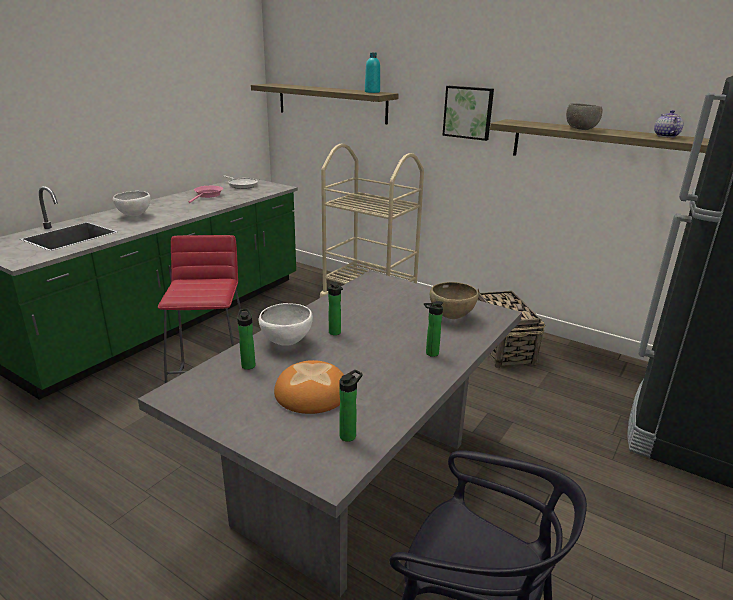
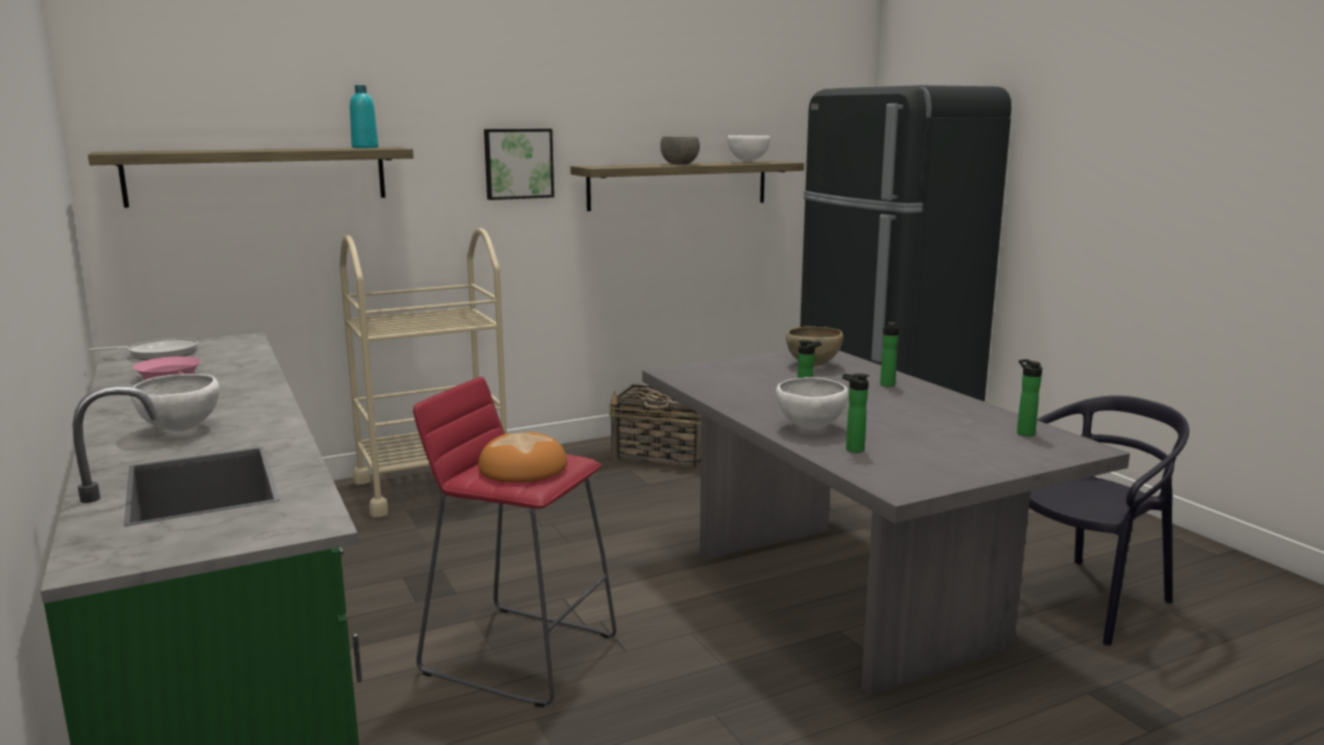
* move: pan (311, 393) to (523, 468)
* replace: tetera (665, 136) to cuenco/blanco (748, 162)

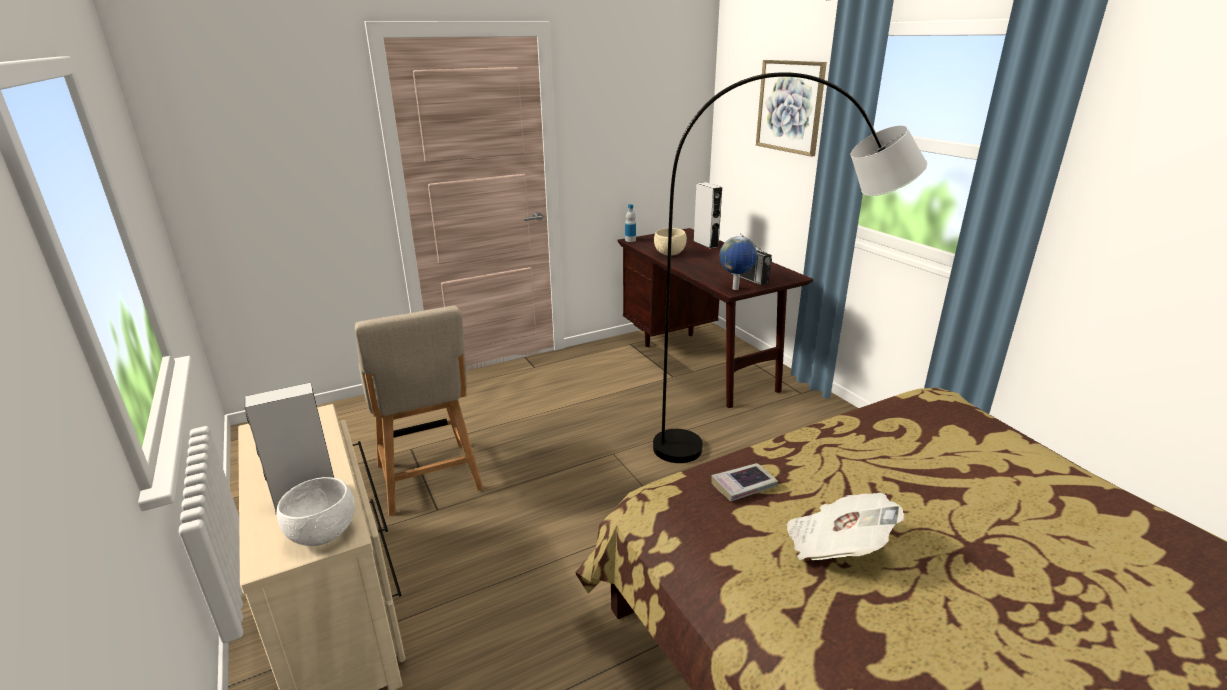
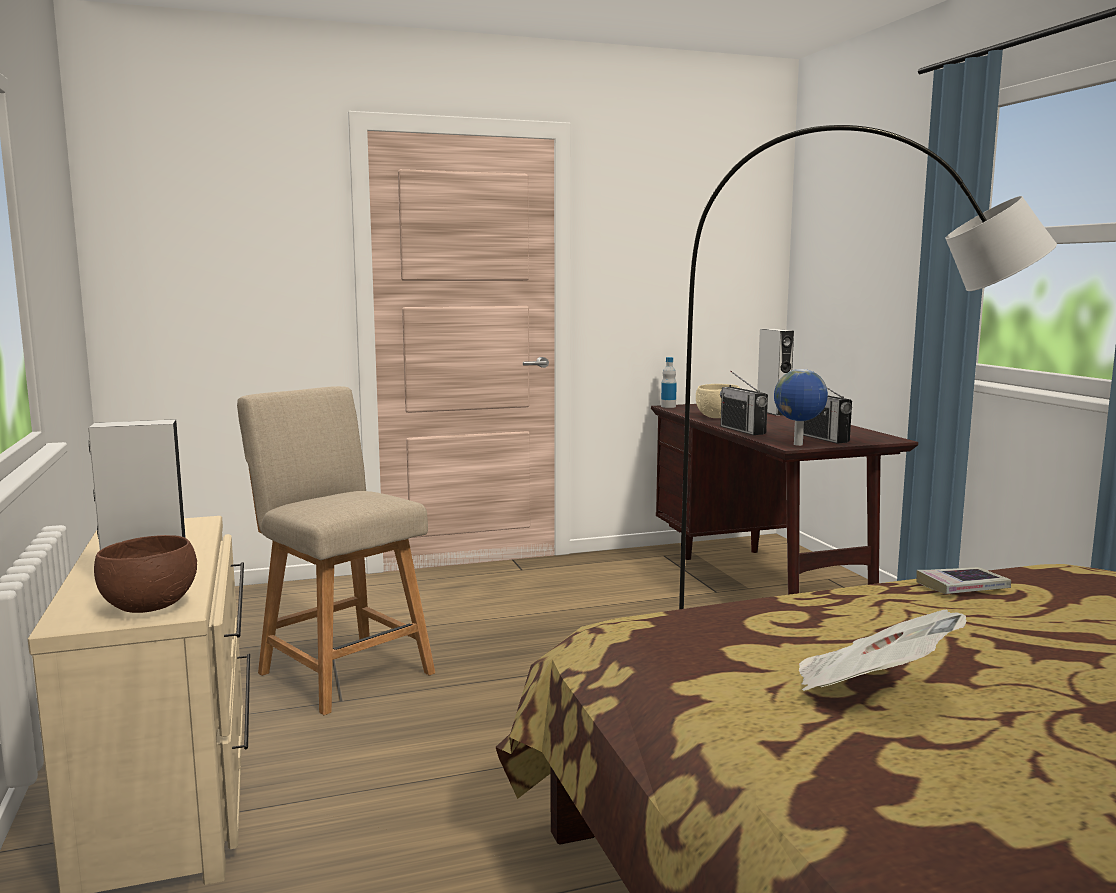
* delete: cuadro (790, 106)
* insert: radio (742, 430)
* move: libro (744, 486) to (962, 587)
* recolor: cuenco/blanco (323, 533) to cuenco/marrón (150, 607)
* rotate: silla/beis (430, 480) = (341, 670) 150 degrees clockwise

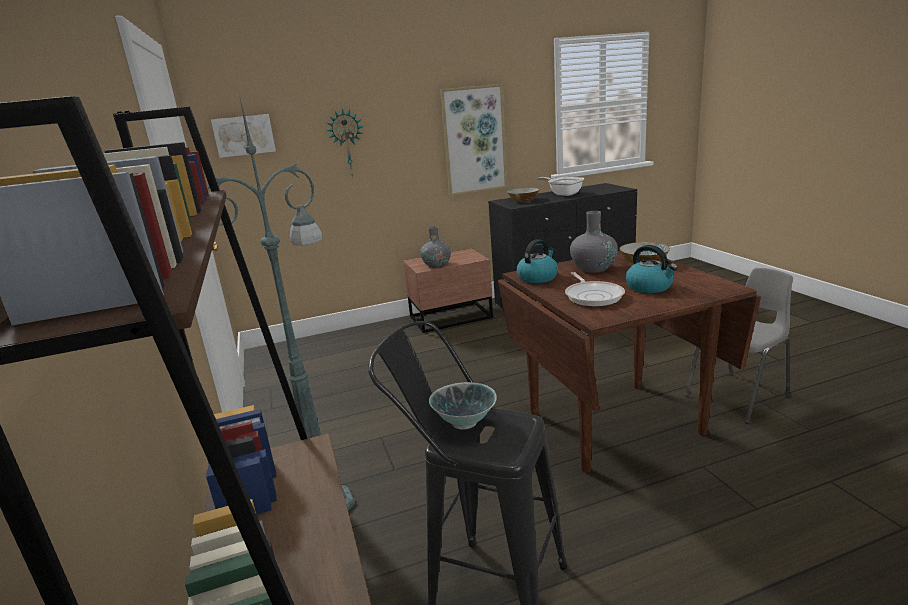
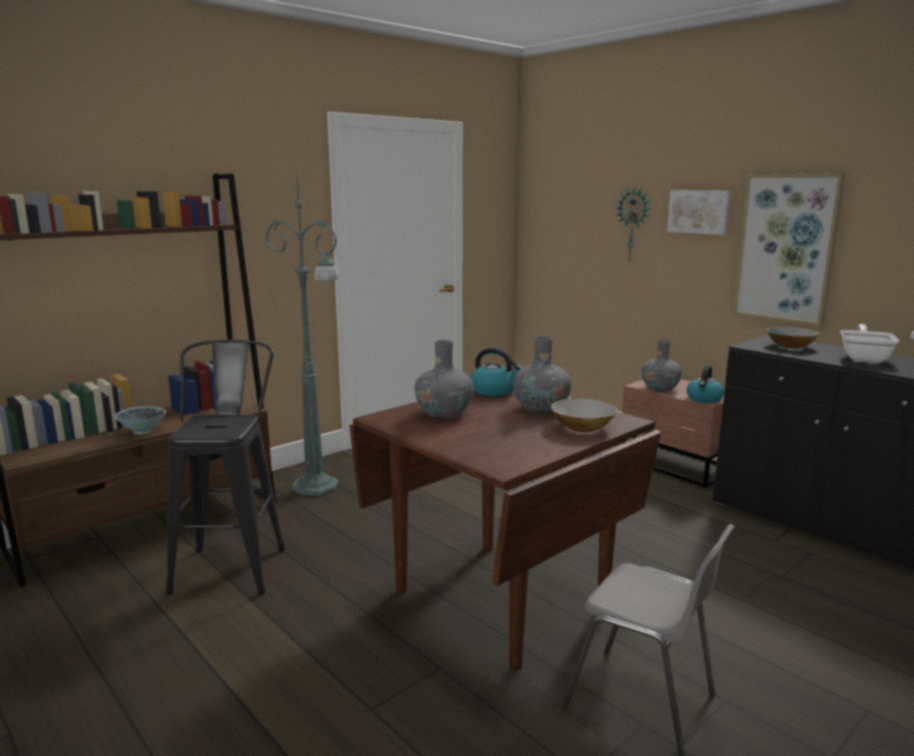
* move: cuadro (244, 135) to (699, 211)
* move: cuenco (465, 423) to (142, 432)
* move: hervidor (650, 287) to (704, 399)
* replace: sartén (593, 296) to florero/gris (444, 413)

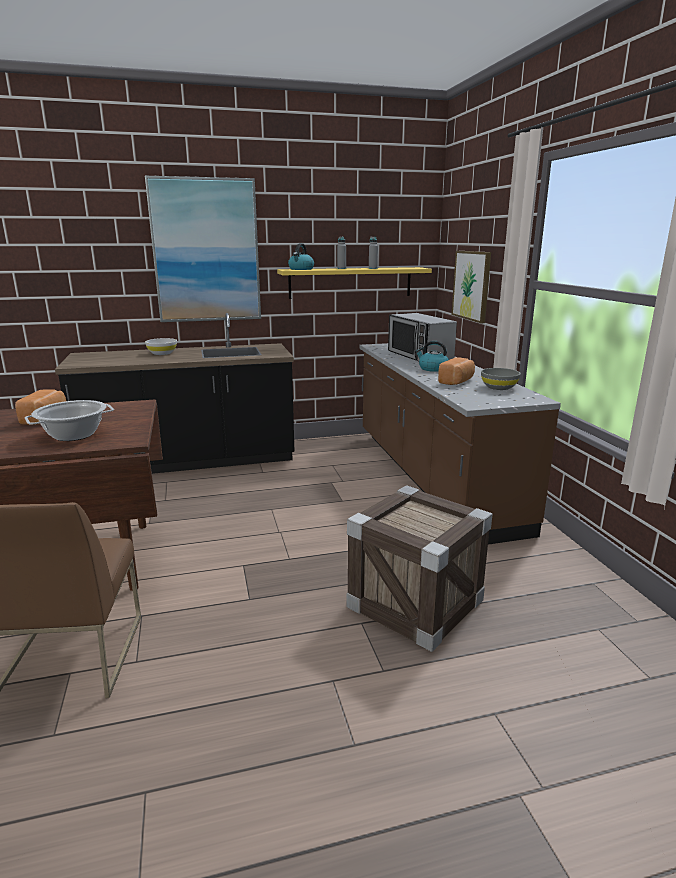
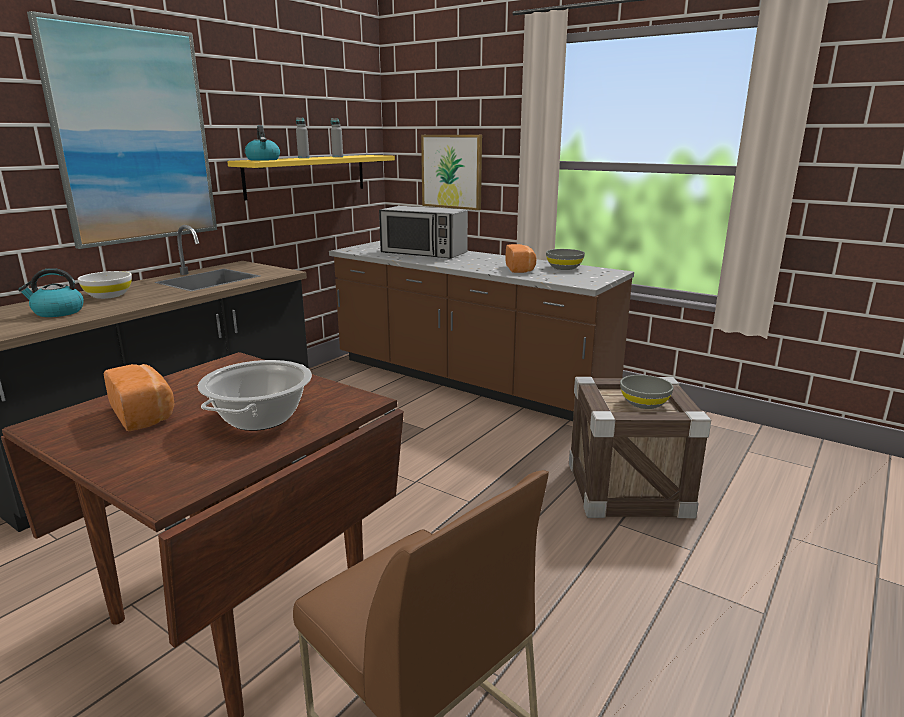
* insert: cuenco/gris (644, 403)
* move: hervidor (432, 369) to (57, 312)

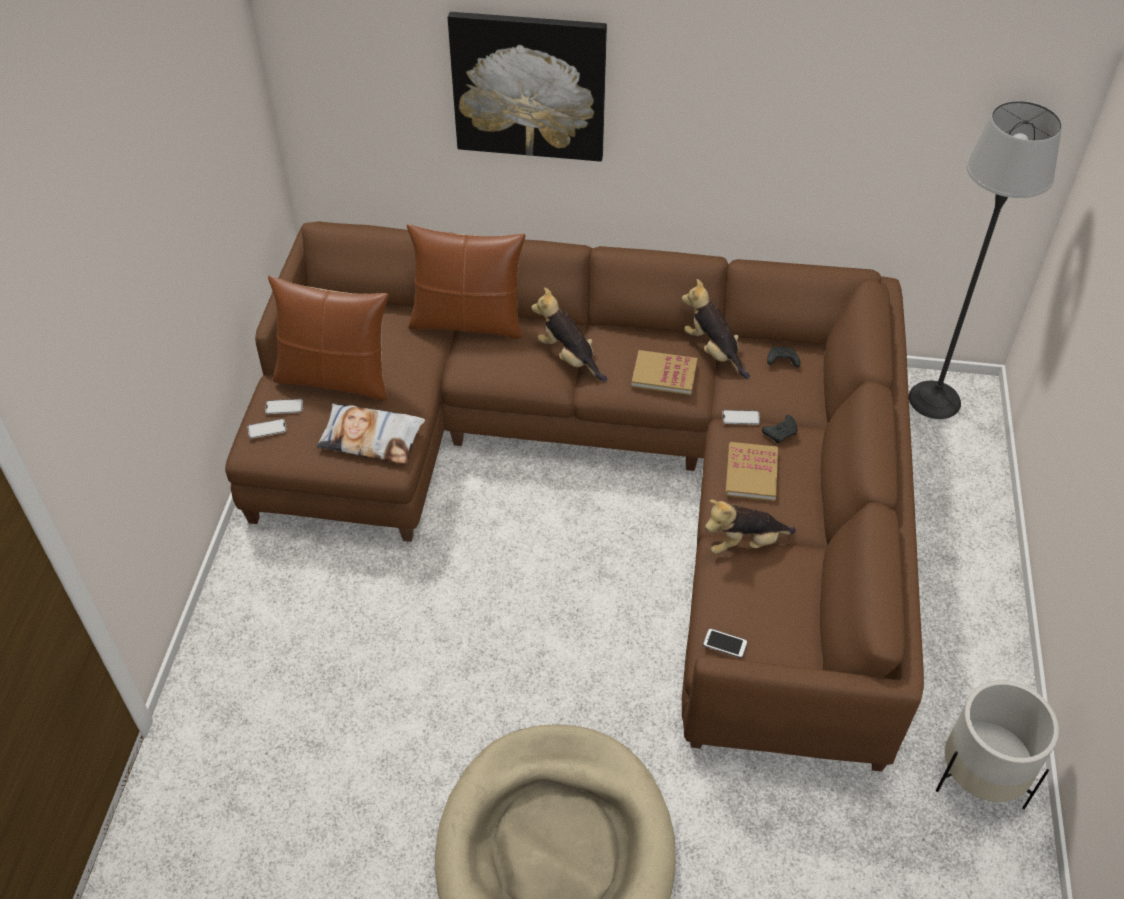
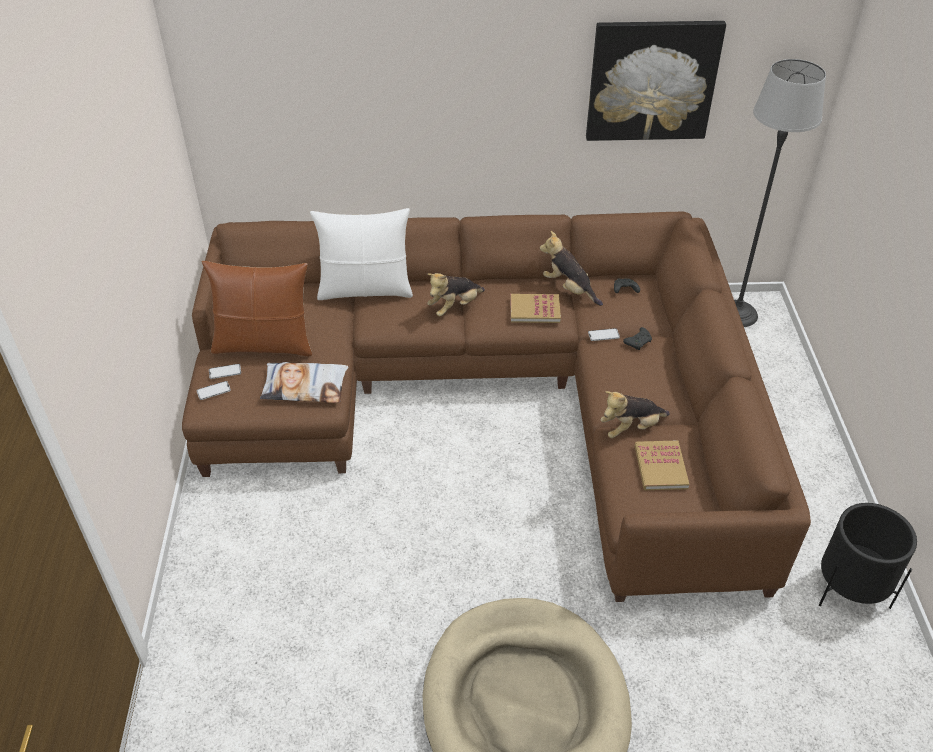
* delete: móvil (725, 643)
* move: cuadro (529, 86) to (652, 80)
* move: libro (751, 473) to (660, 467)
* recolor: cojín/marrón (468, 322) to cojín/blanco (365, 290)
* recolor: maceta/blanco (980, 777) to maceta/negro (850, 589)
* rotate: peluche (569, 357) = (455, 307) 75 degrees counterclockwise

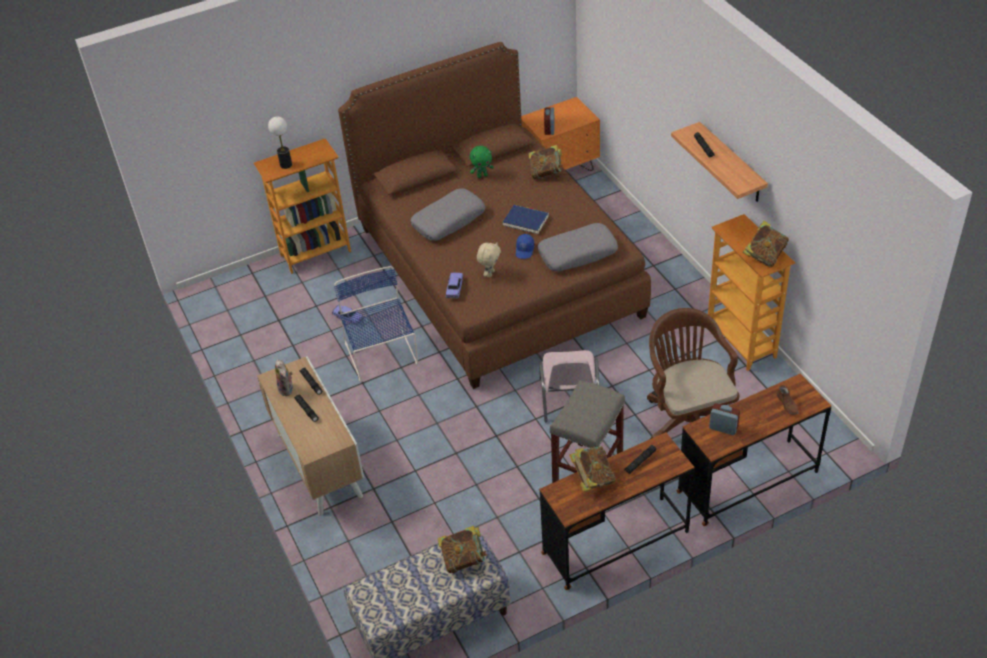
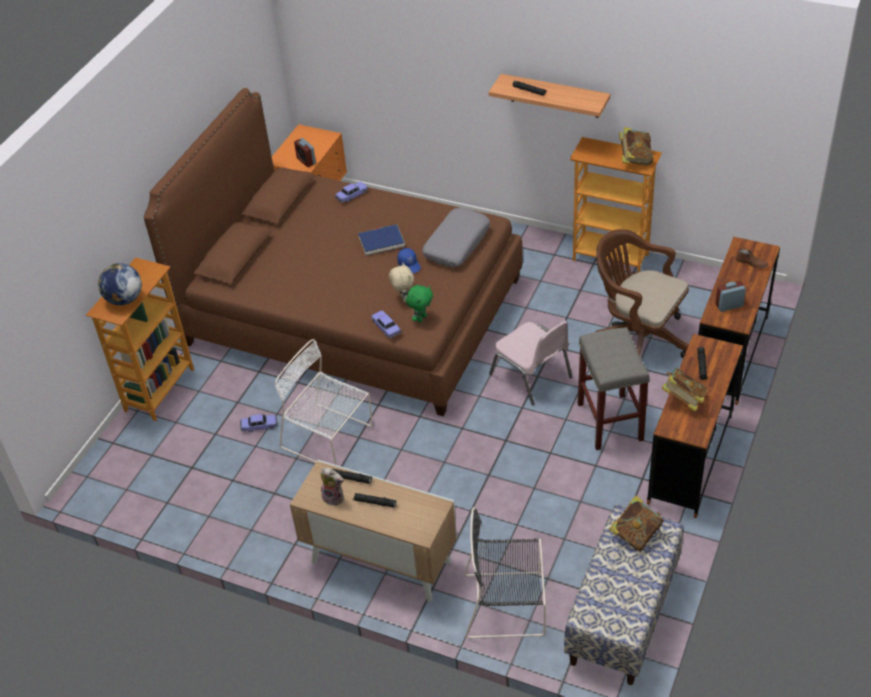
* delete: cojín/gris (448, 220)
* insert: silla/negro (507, 604)
* move: peluche/verde (482, 175) to (421, 318)
* replace: lámpara de mesa (286, 165) to globo terráqueo (124, 299)
* replace: libro (546, 173) to coche de juguete (352, 195)
* recolor: silla/azul (381, 355) to silla/blanco (329, 438)

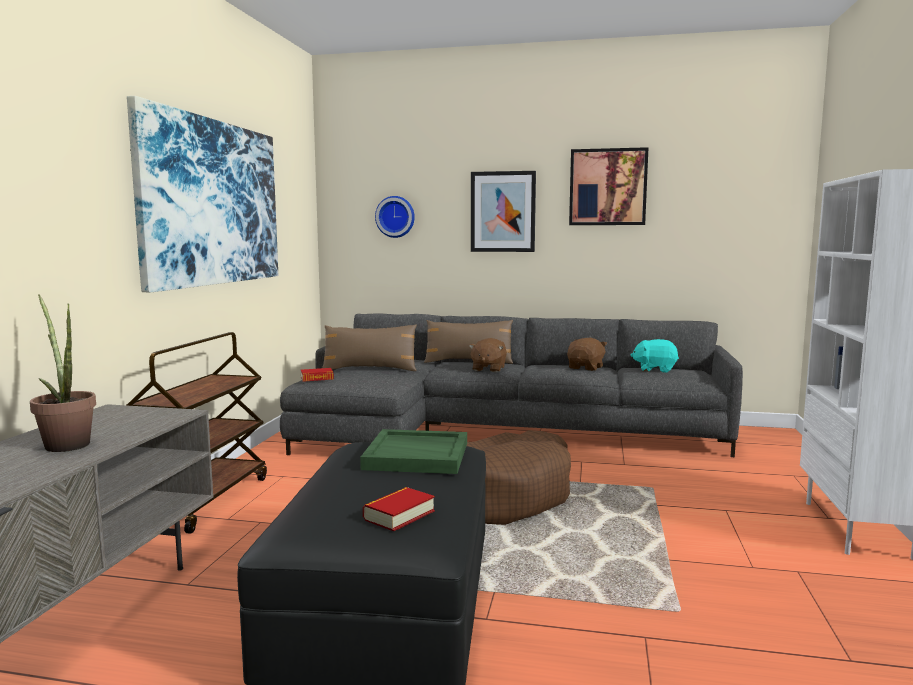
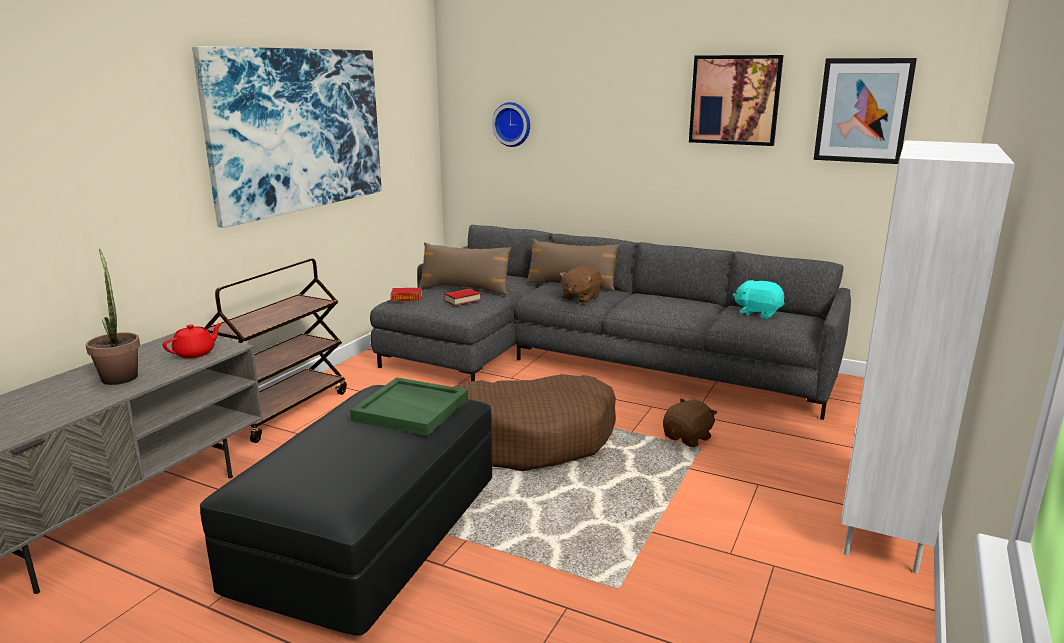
* insert: tetera/rojo (195, 353)
* move: libro (399, 515) to (462, 300)
* move: cuadro (503, 212) to (863, 110)
* move: peluche/marrón (586, 368) to (688, 438)

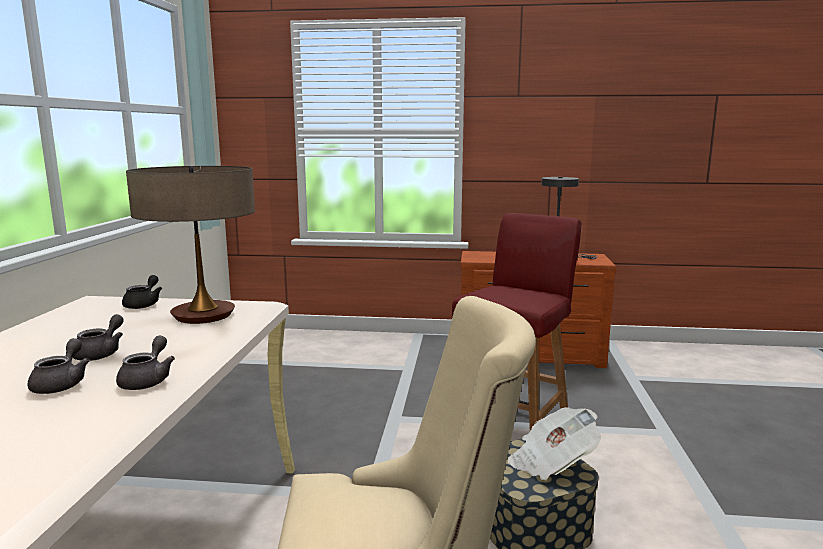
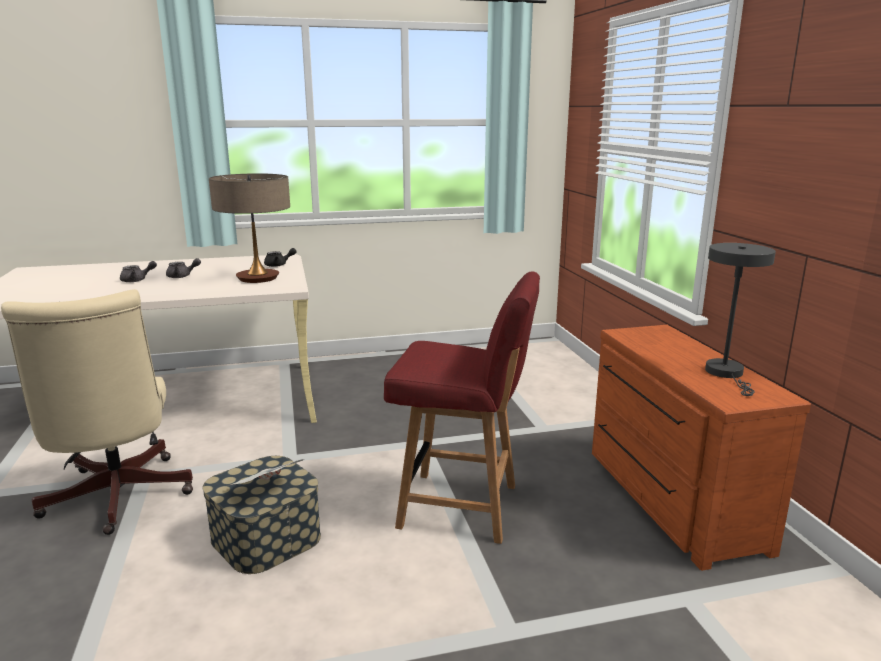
* delete: tetera/gris (148, 380)

